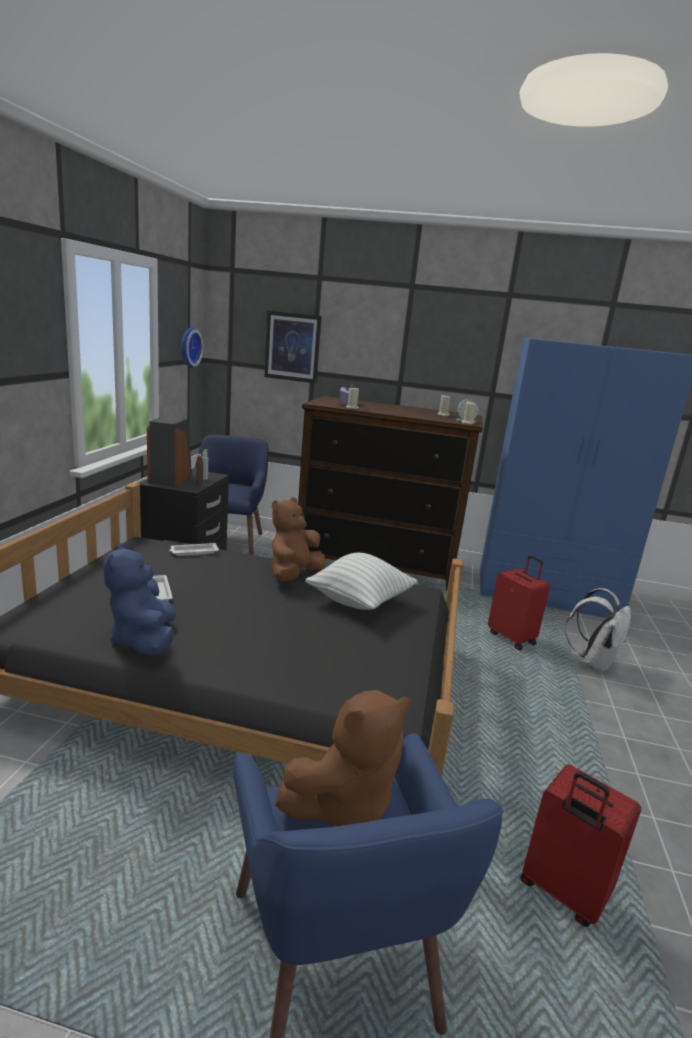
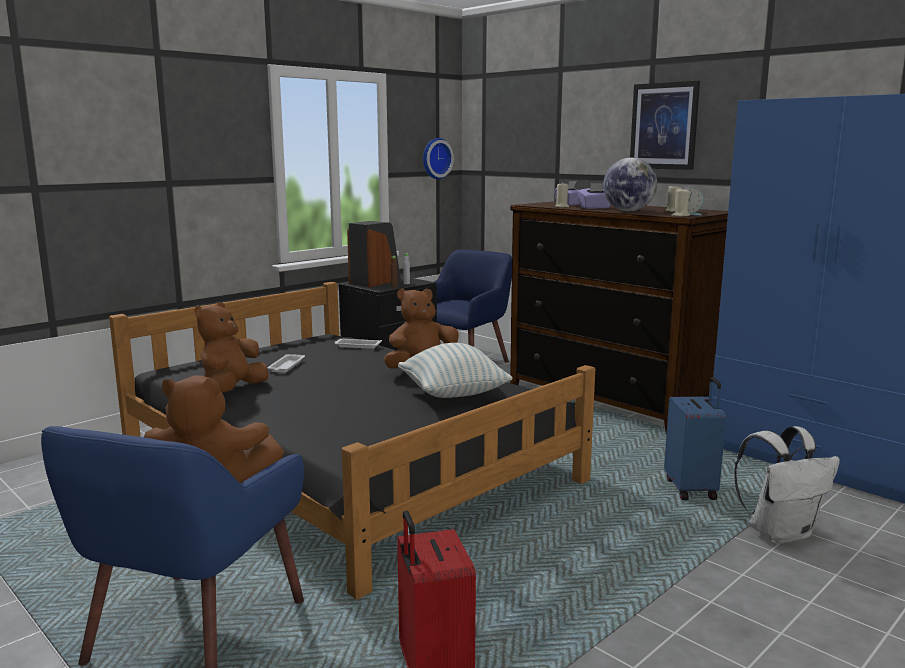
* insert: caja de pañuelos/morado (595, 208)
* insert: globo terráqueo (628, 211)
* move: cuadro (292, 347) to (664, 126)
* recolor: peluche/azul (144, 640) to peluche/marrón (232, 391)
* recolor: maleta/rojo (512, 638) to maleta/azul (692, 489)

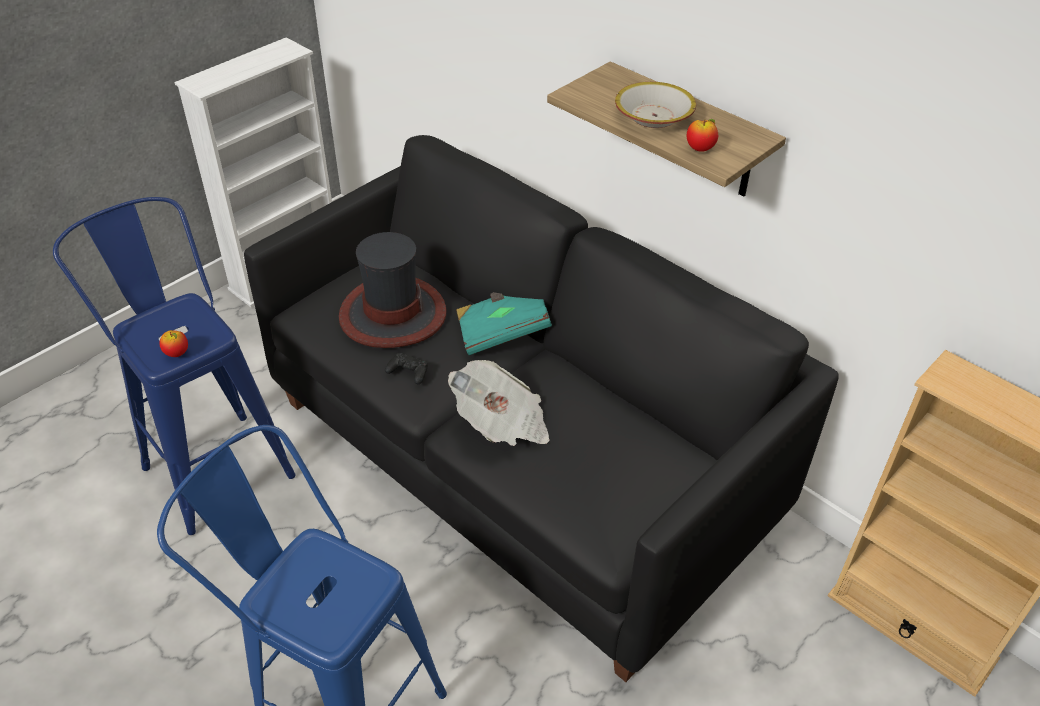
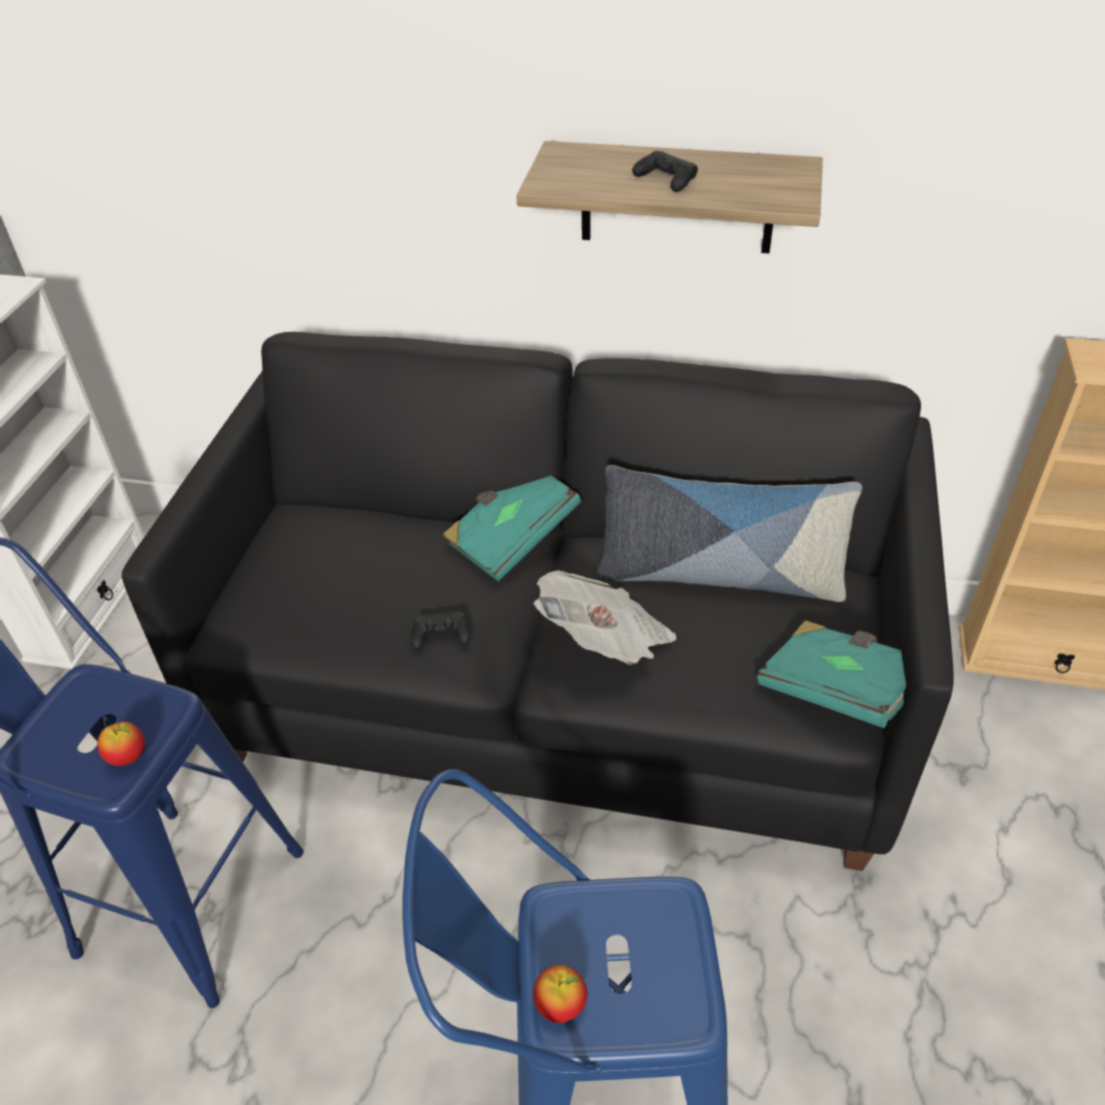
* delete: sombrero (392, 314)
* insert: cojín (719, 575)
* insert: libro/turquesa (838, 690)
* move: manzana (700, 149) to (560, 1005)
* replace: cuenco (654, 116) to mando de consola/negro (666, 179)

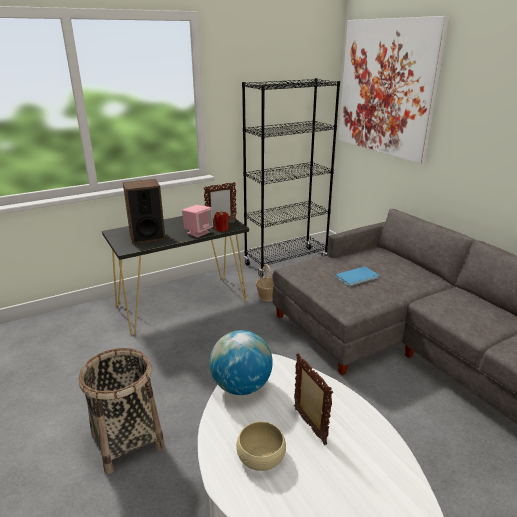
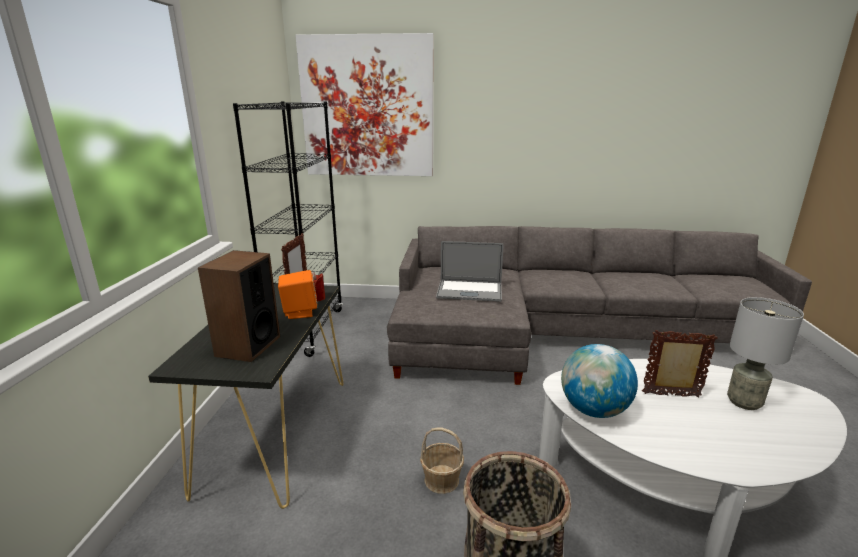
* delete: cuenco/beis (260, 456)
* insert: lámpara de mesa/gris (743, 402)
* move: cesta (267, 296) to (441, 479)
* replace: libro/azul (358, 277) to portátil (469, 291)
* recolor: altavoz/rosa (198, 232) to altavoz/naranja (299, 312)

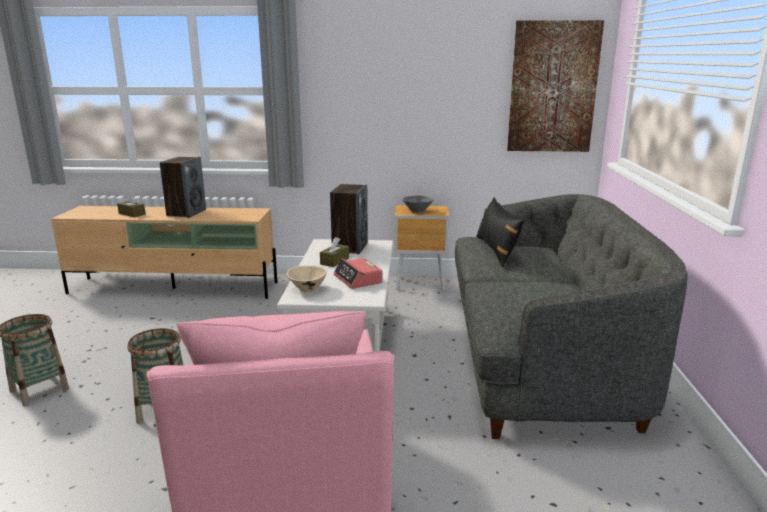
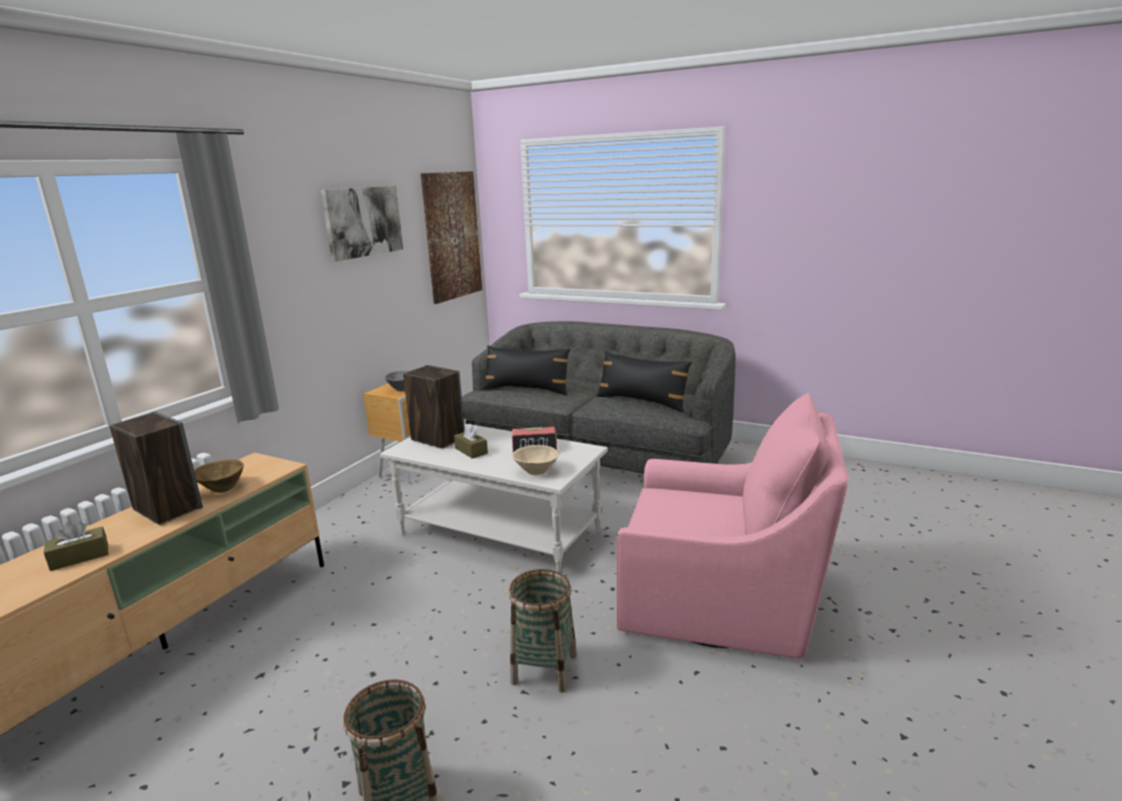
* insert: cuenco/marrón (222, 488)
* insert: cuadro (363, 221)
* insert: cojín/negro (642, 401)

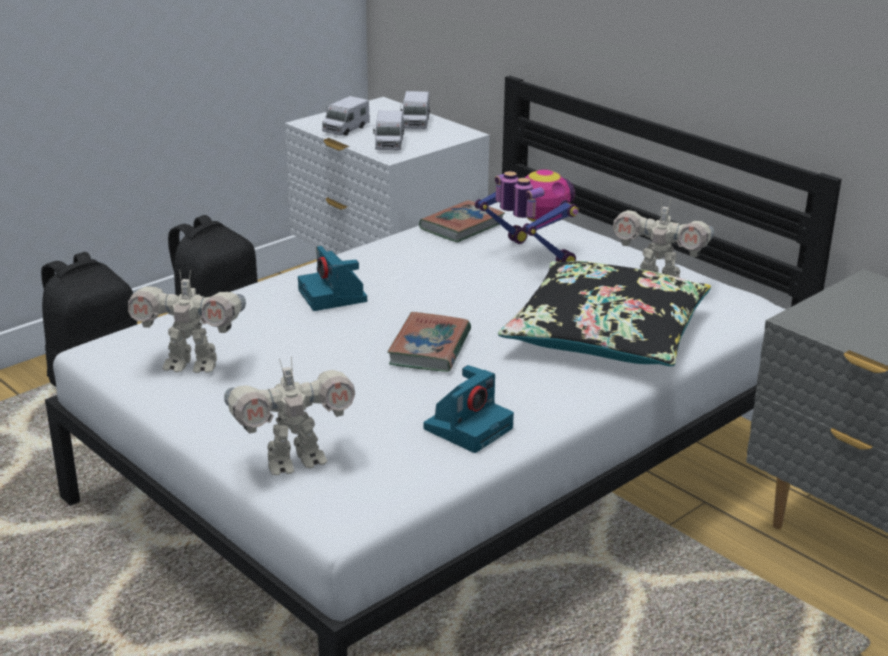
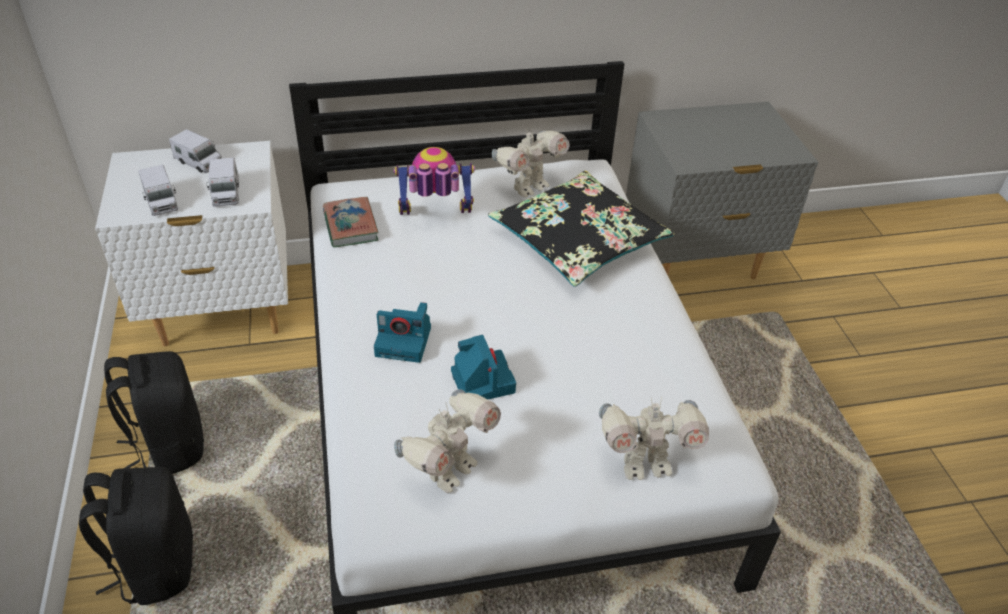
* delete: libro (430, 348)
* move: cámara (468, 427) to (481, 380)
* rotate: robot de juguete (294, 461) = (644, 465) 75 degrees clockwise
* rotate: camión de juguete (389, 144) = (226, 193) 45 degrees clockwise

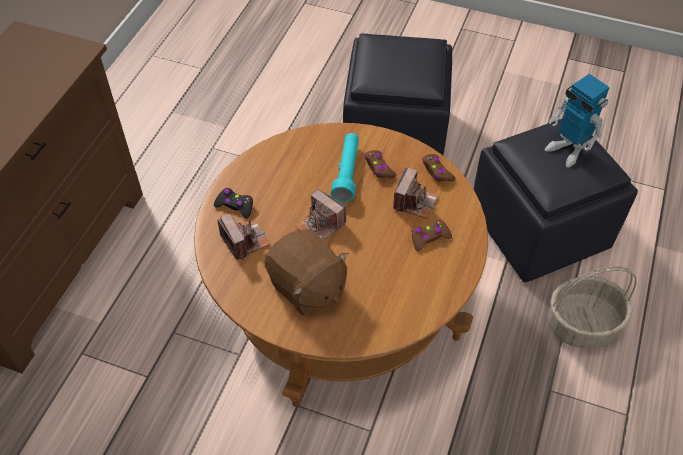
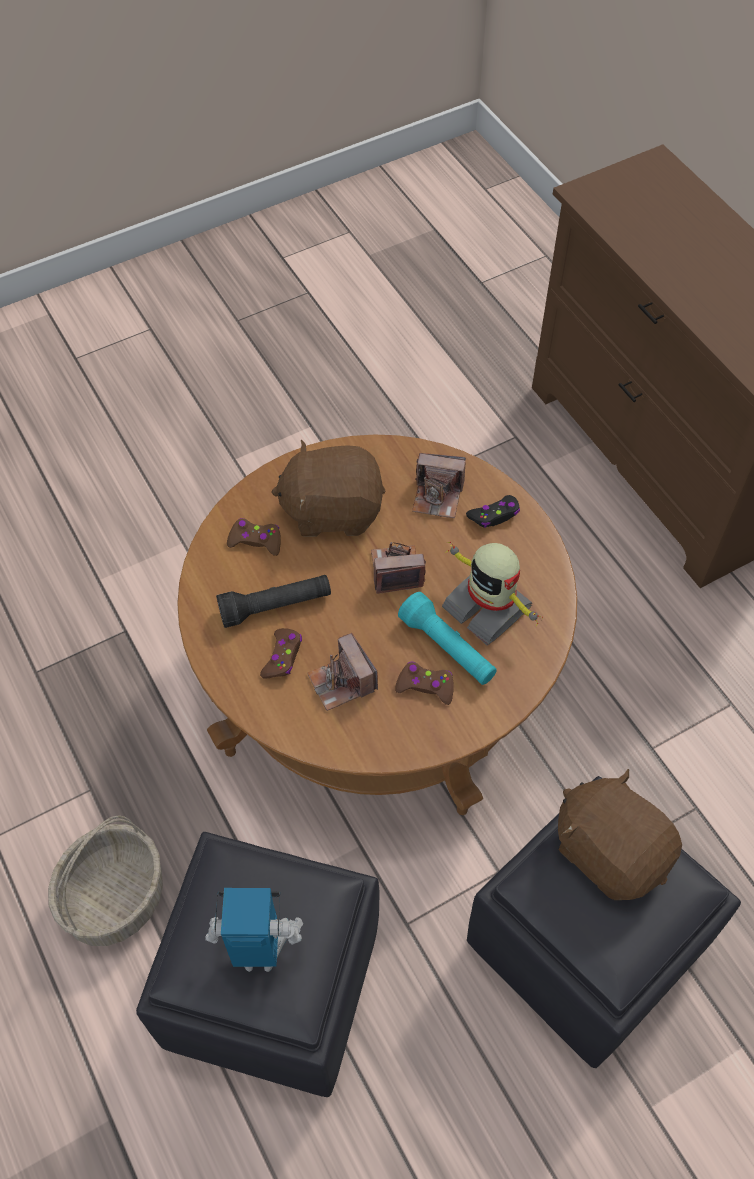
* insert: linterna/negro (275, 606)
* insert: robot de juguete (488, 606)
* insert: peluche/marrón (610, 850)
* move: mando de consola/marrón (437, 171) to (255, 541)

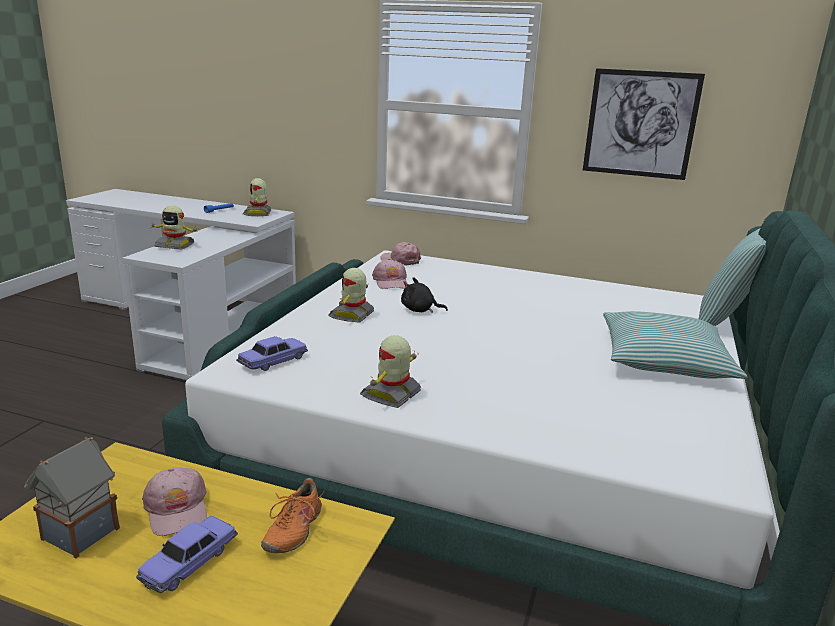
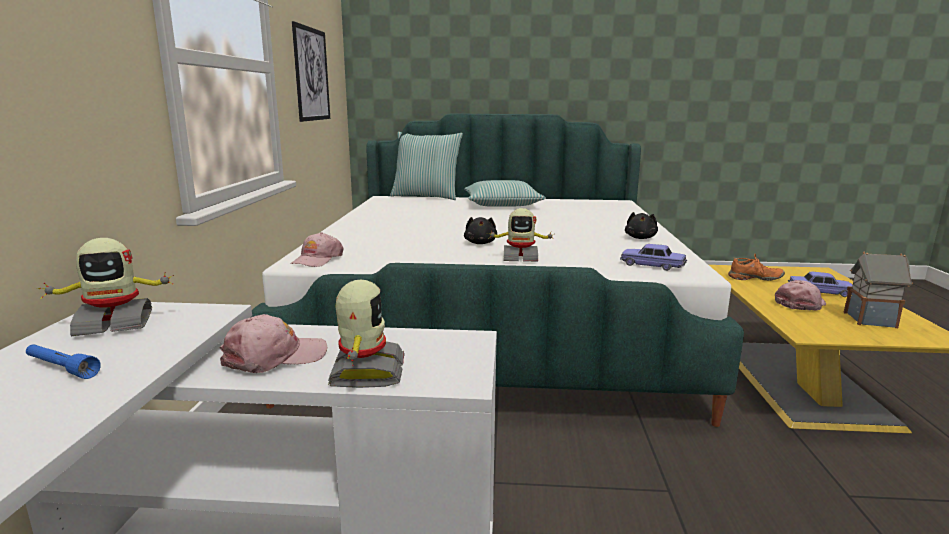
* move: gorra/rosa (391, 282) to (274, 357)
* replace: robot de juguete (392, 395) to peluche/negro (640, 238)

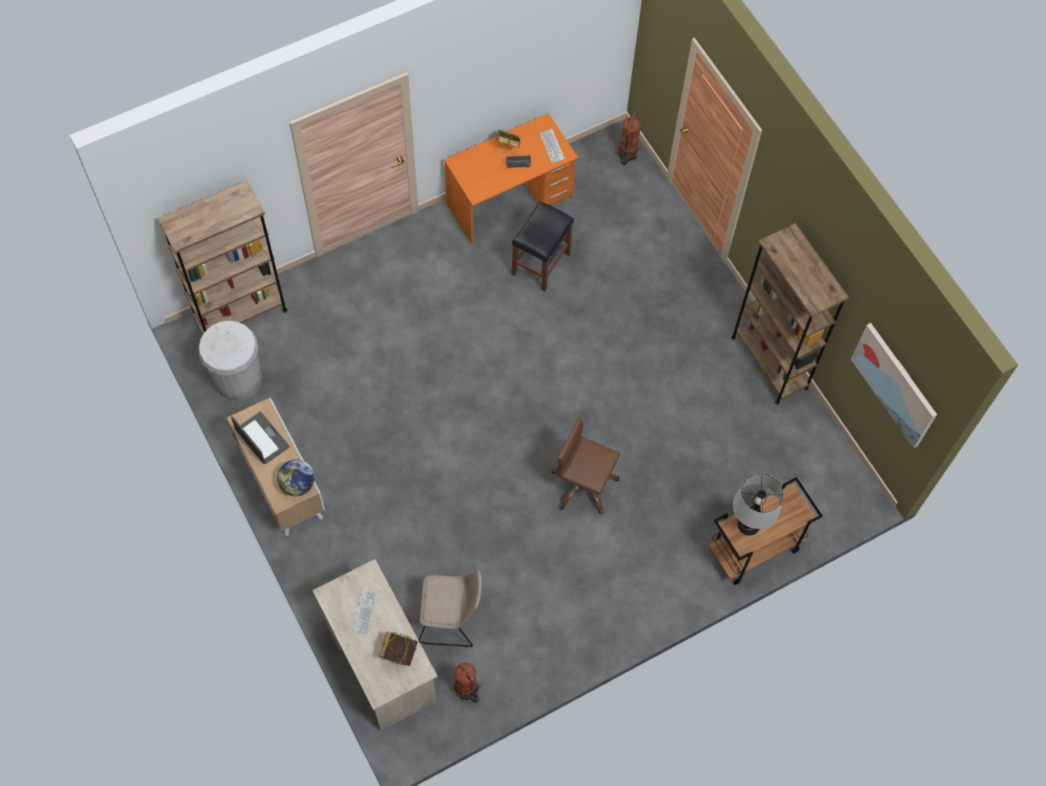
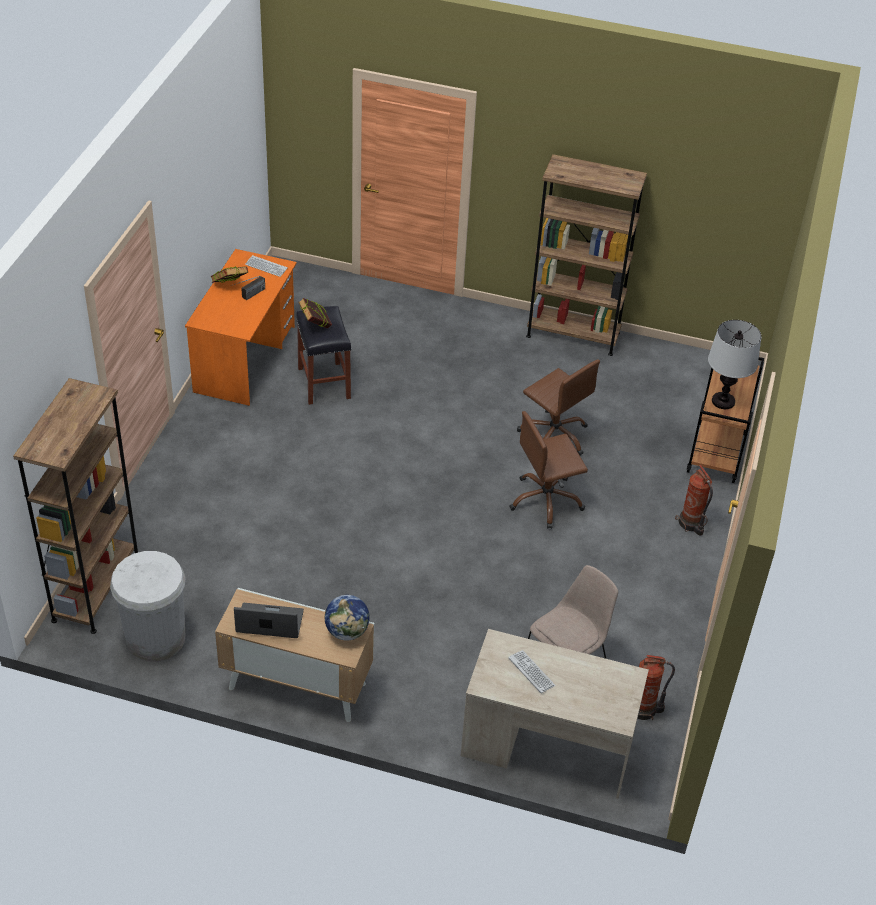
* delete: cuadro (895, 384)
* insert: silla de oficina/marrón (554, 435)
* move: libro (399, 653) to (315, 326)
* move: extintor (627, 153) to (691, 524)

